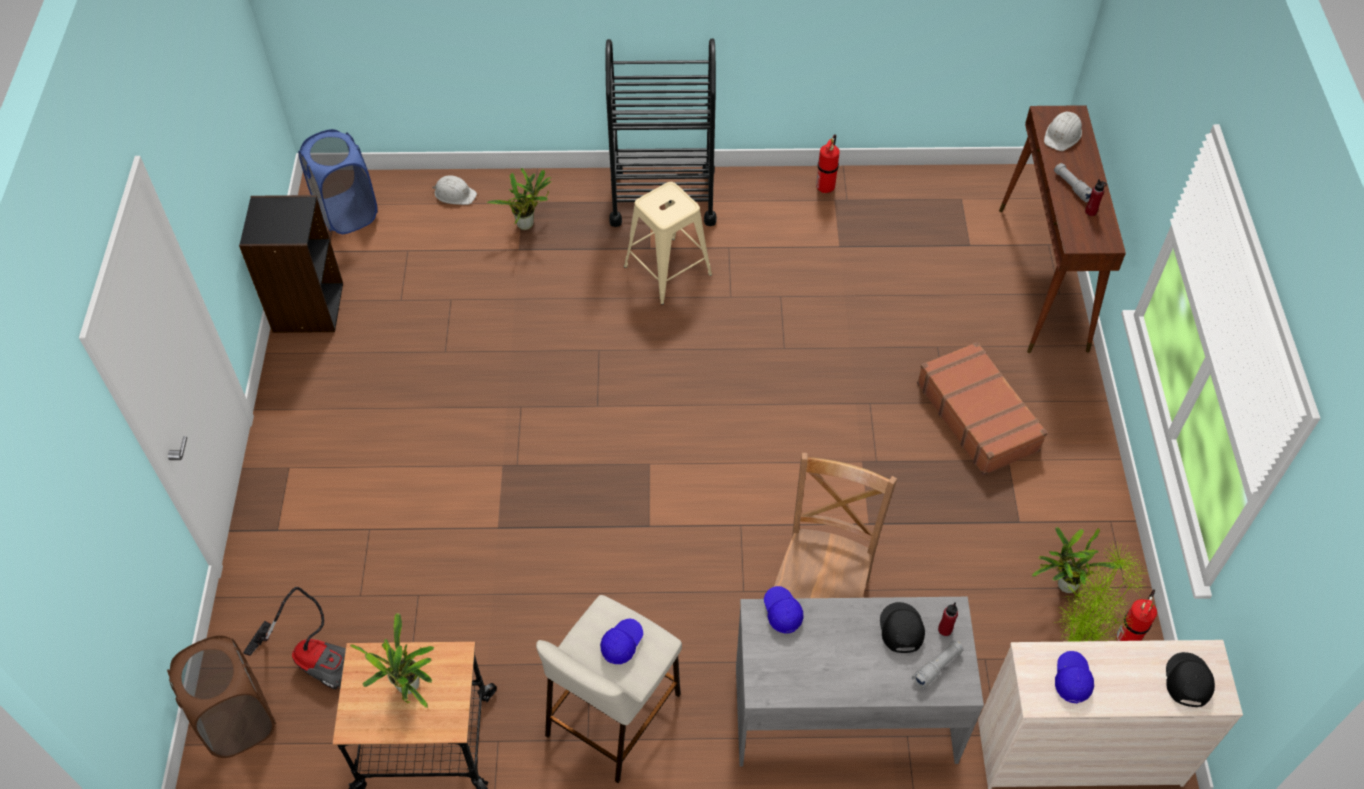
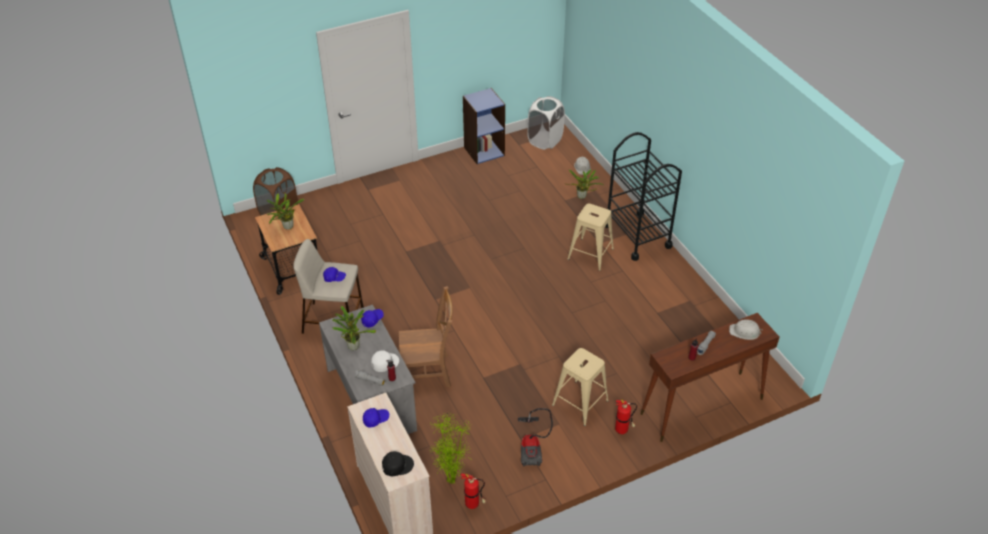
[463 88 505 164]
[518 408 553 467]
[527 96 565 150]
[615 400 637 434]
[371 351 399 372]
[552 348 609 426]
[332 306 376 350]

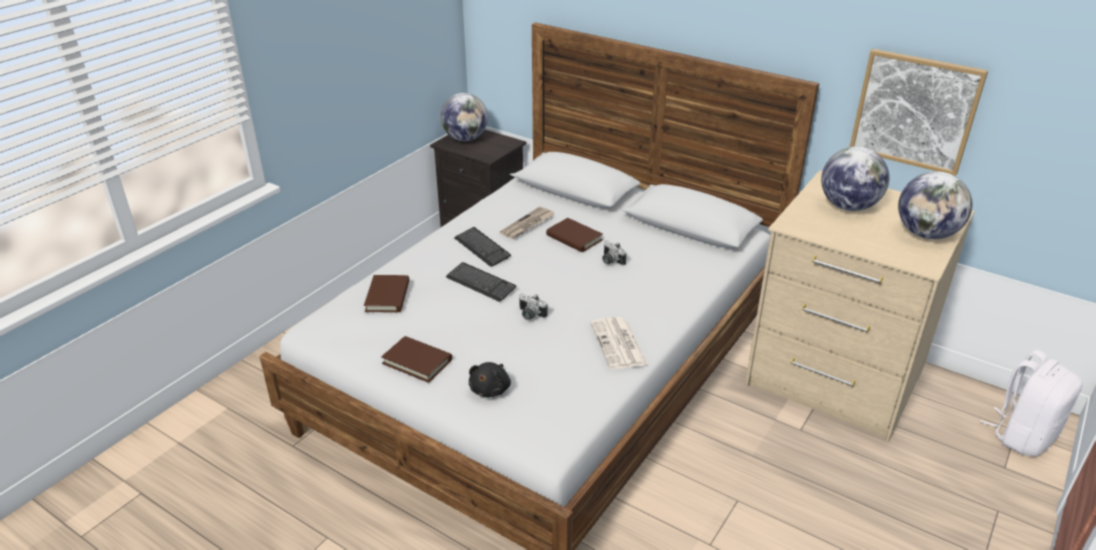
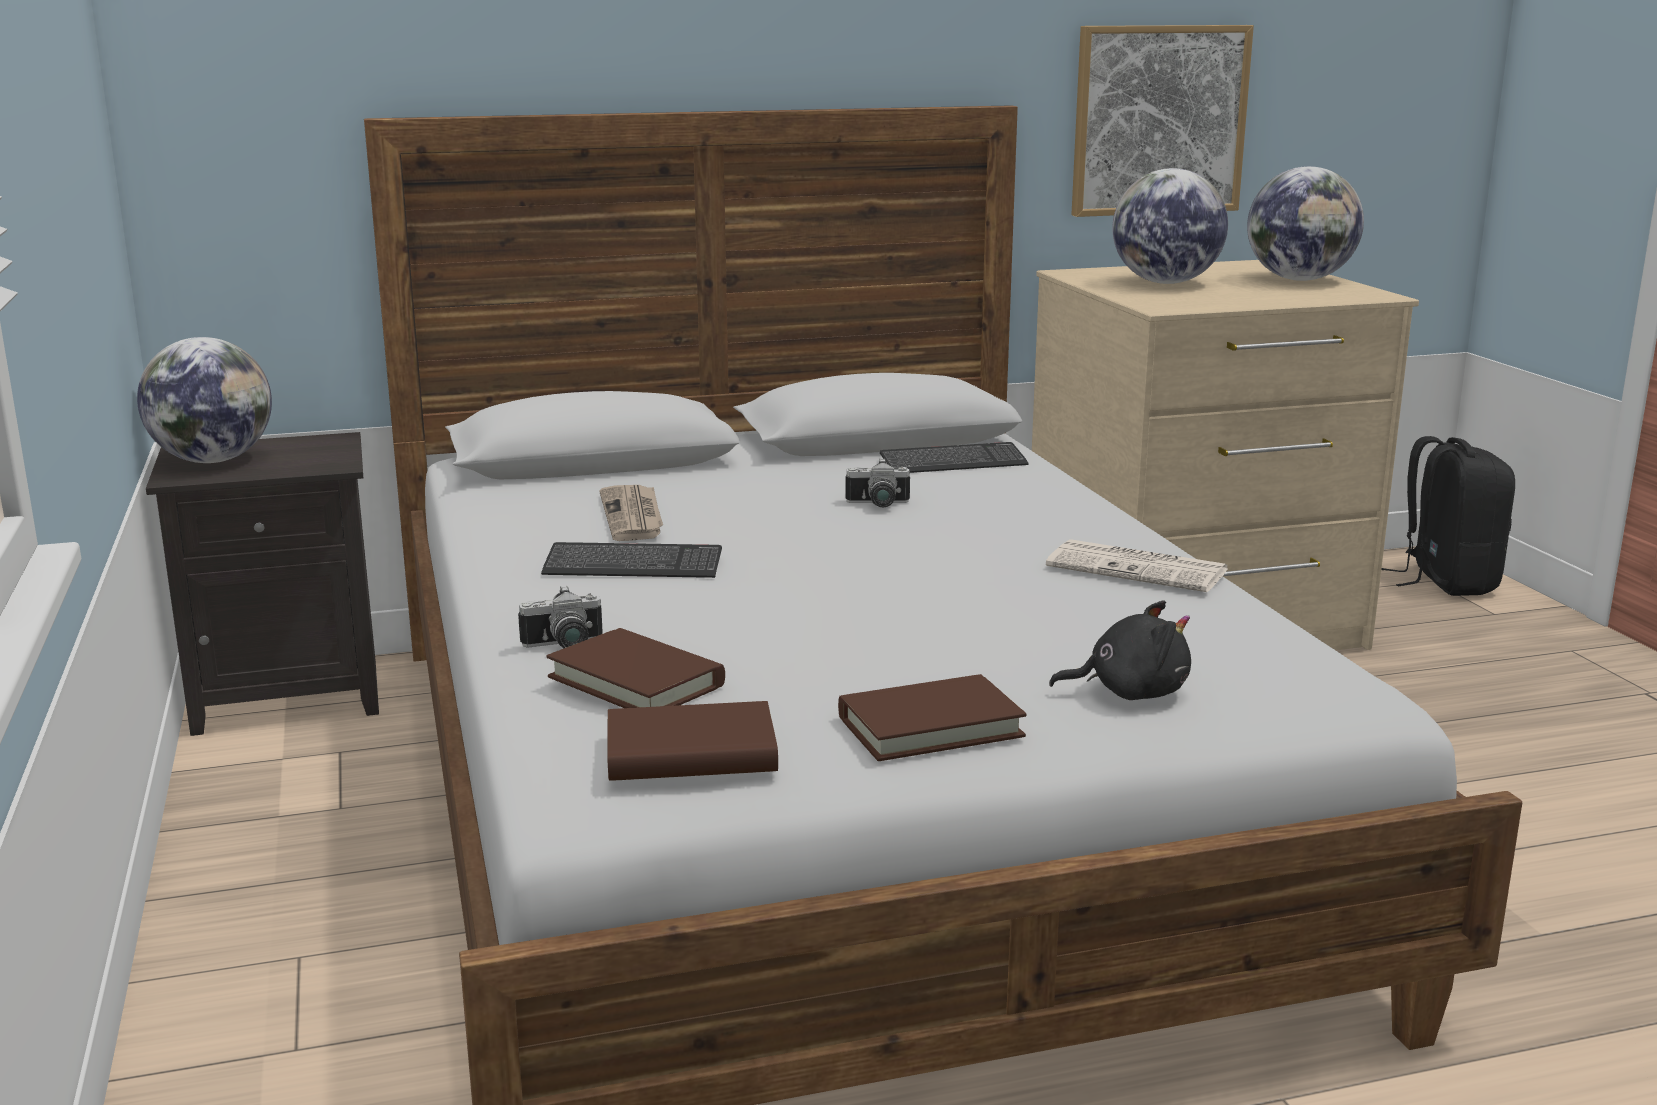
[880 442 1029 473]
[1049 601 1191 700]
[518 586 603 648]
[607 701 778 781]
[1381 436 1515 596]

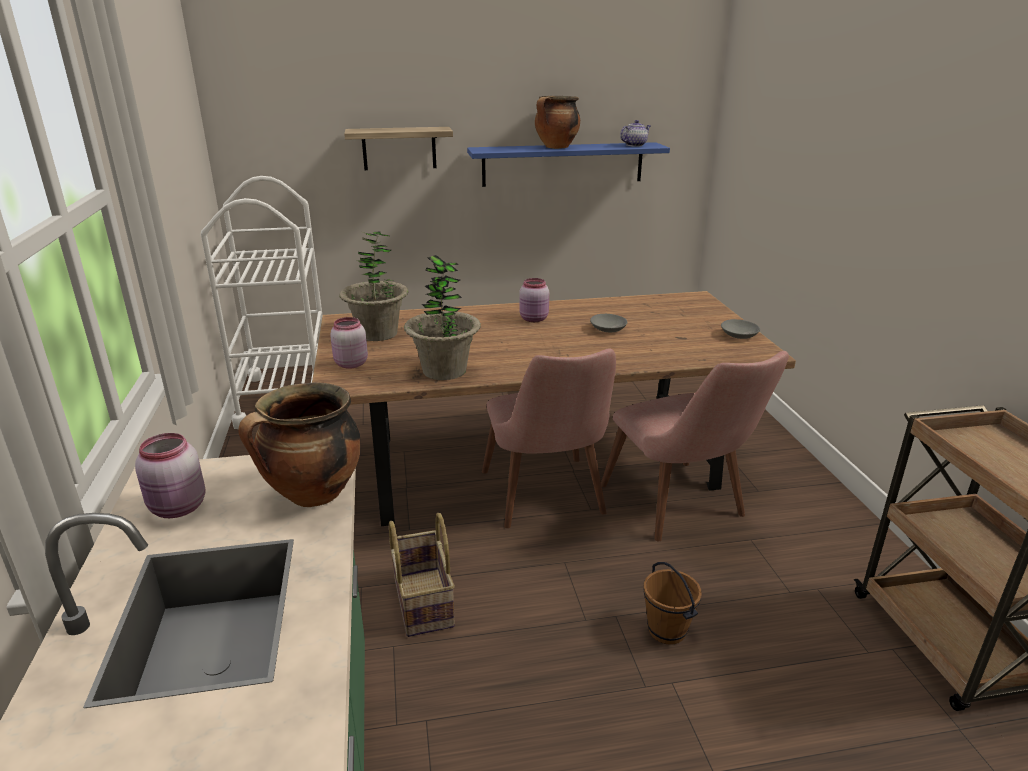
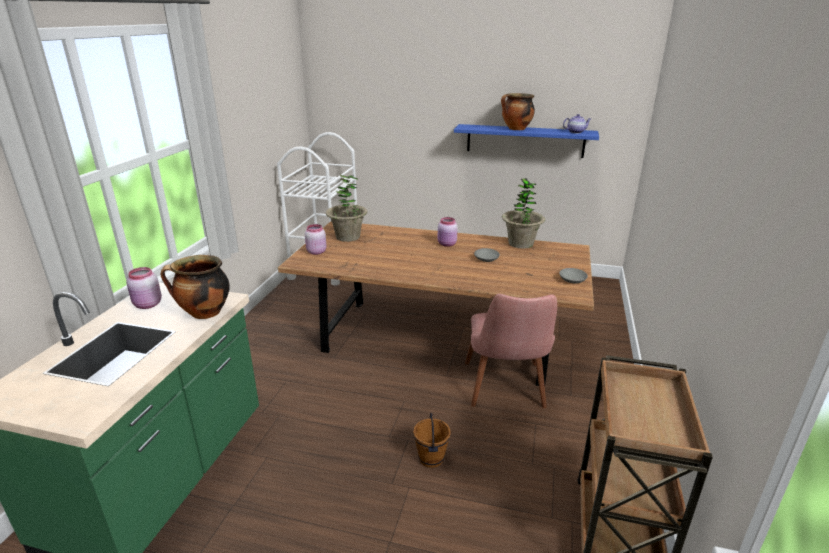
[344 127 453 170] (first image)
[389 513 455 637] (first image)
[502 178 545 248]
[482 348 616 528] (first image)

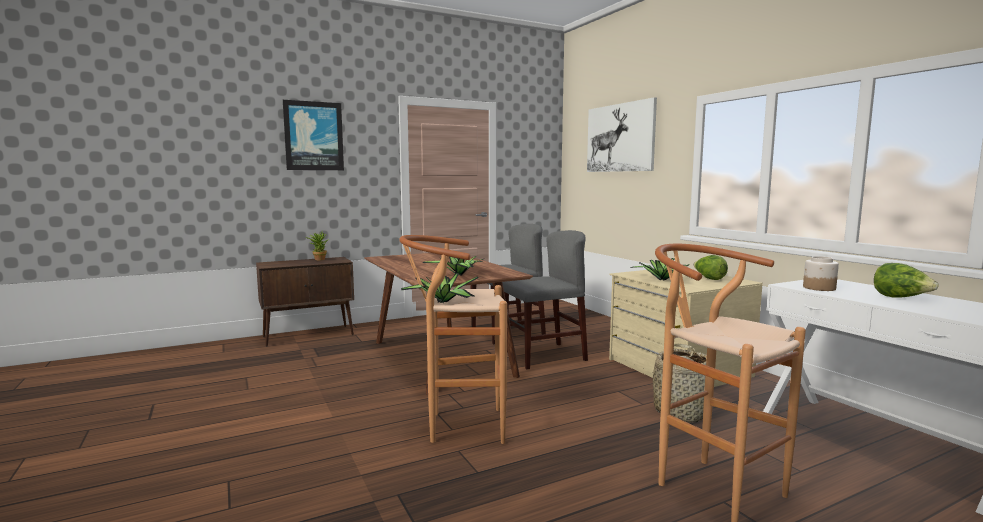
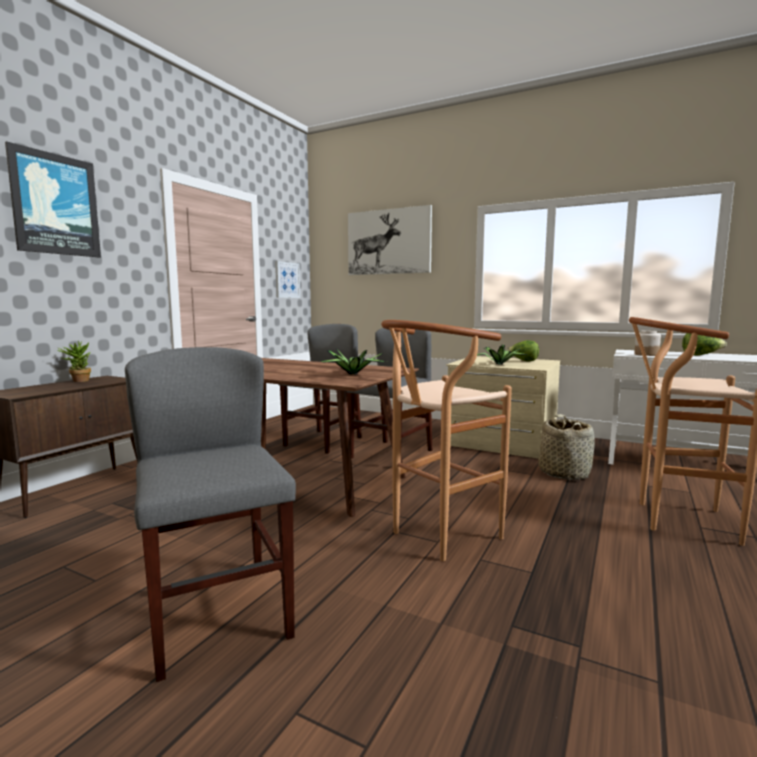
[401 273 479 304] (first image)
[125 347 296 682]
[275 261 300 298]

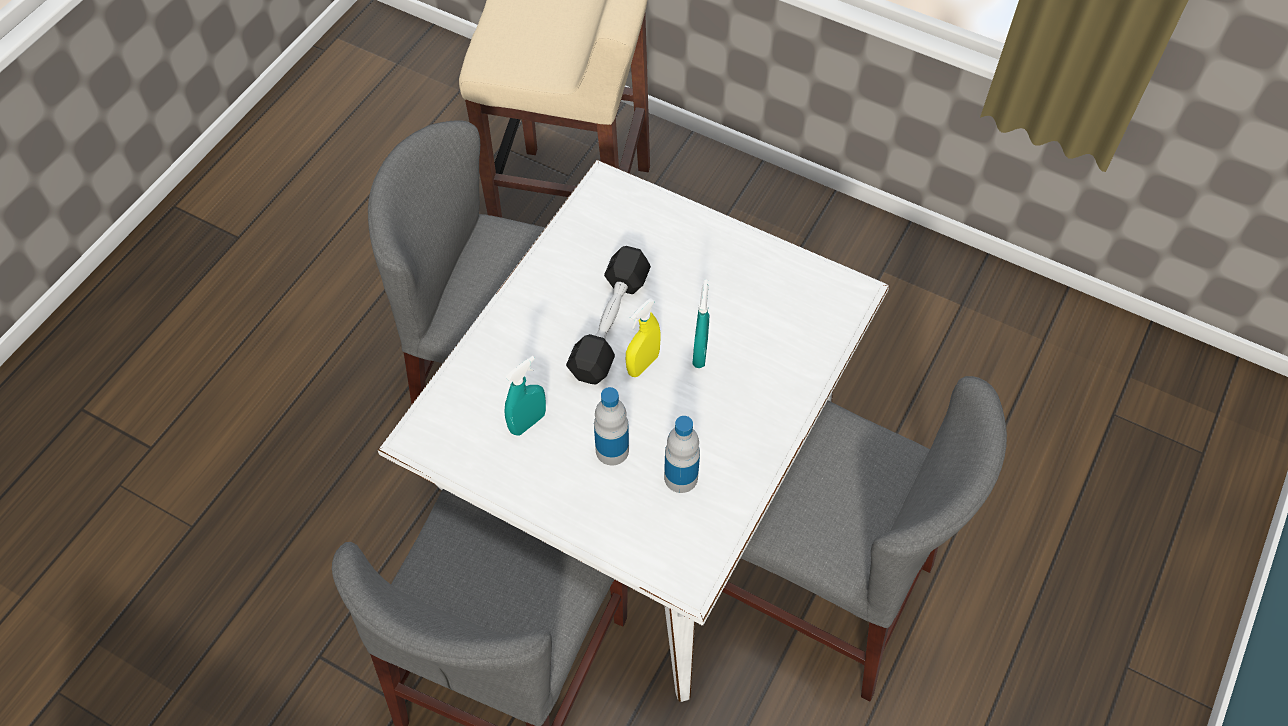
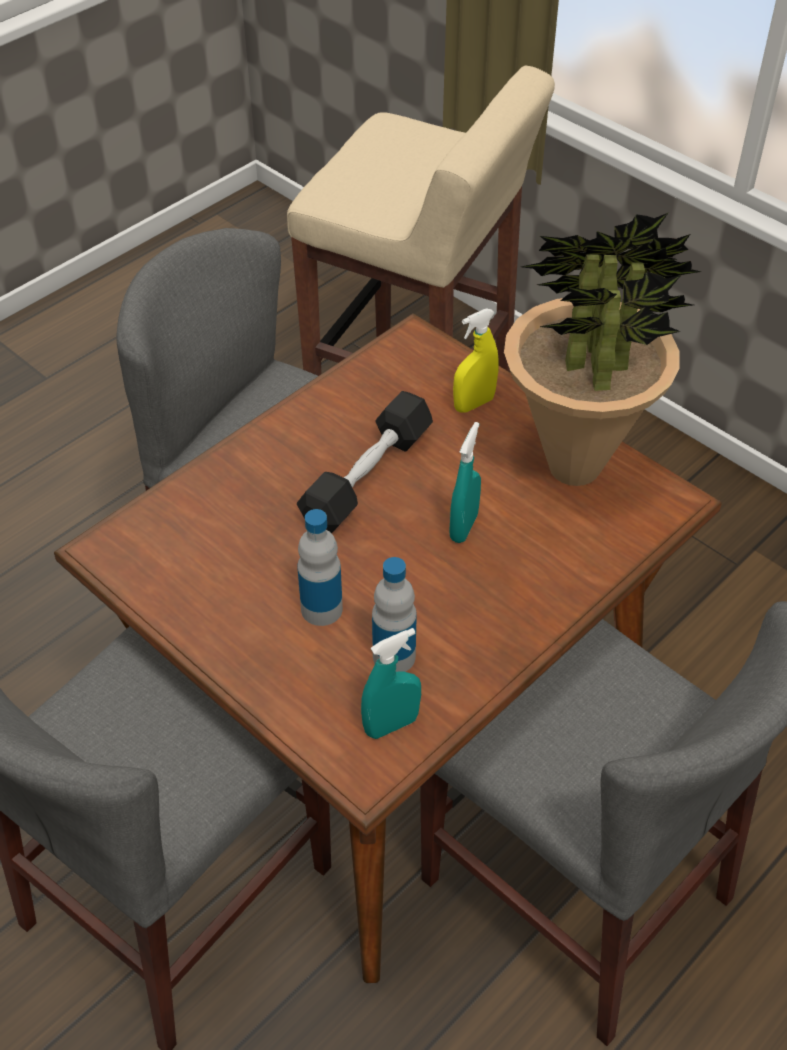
[54 313 722 983]
[361 628 421 739]
[453 308 498 413]
[504 212 701 486]

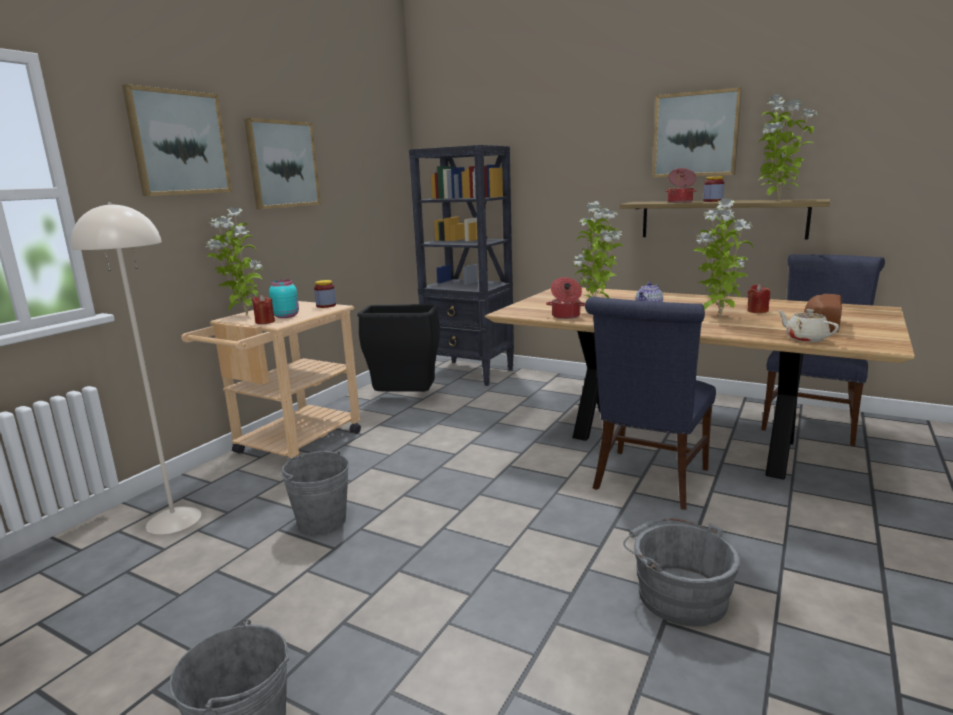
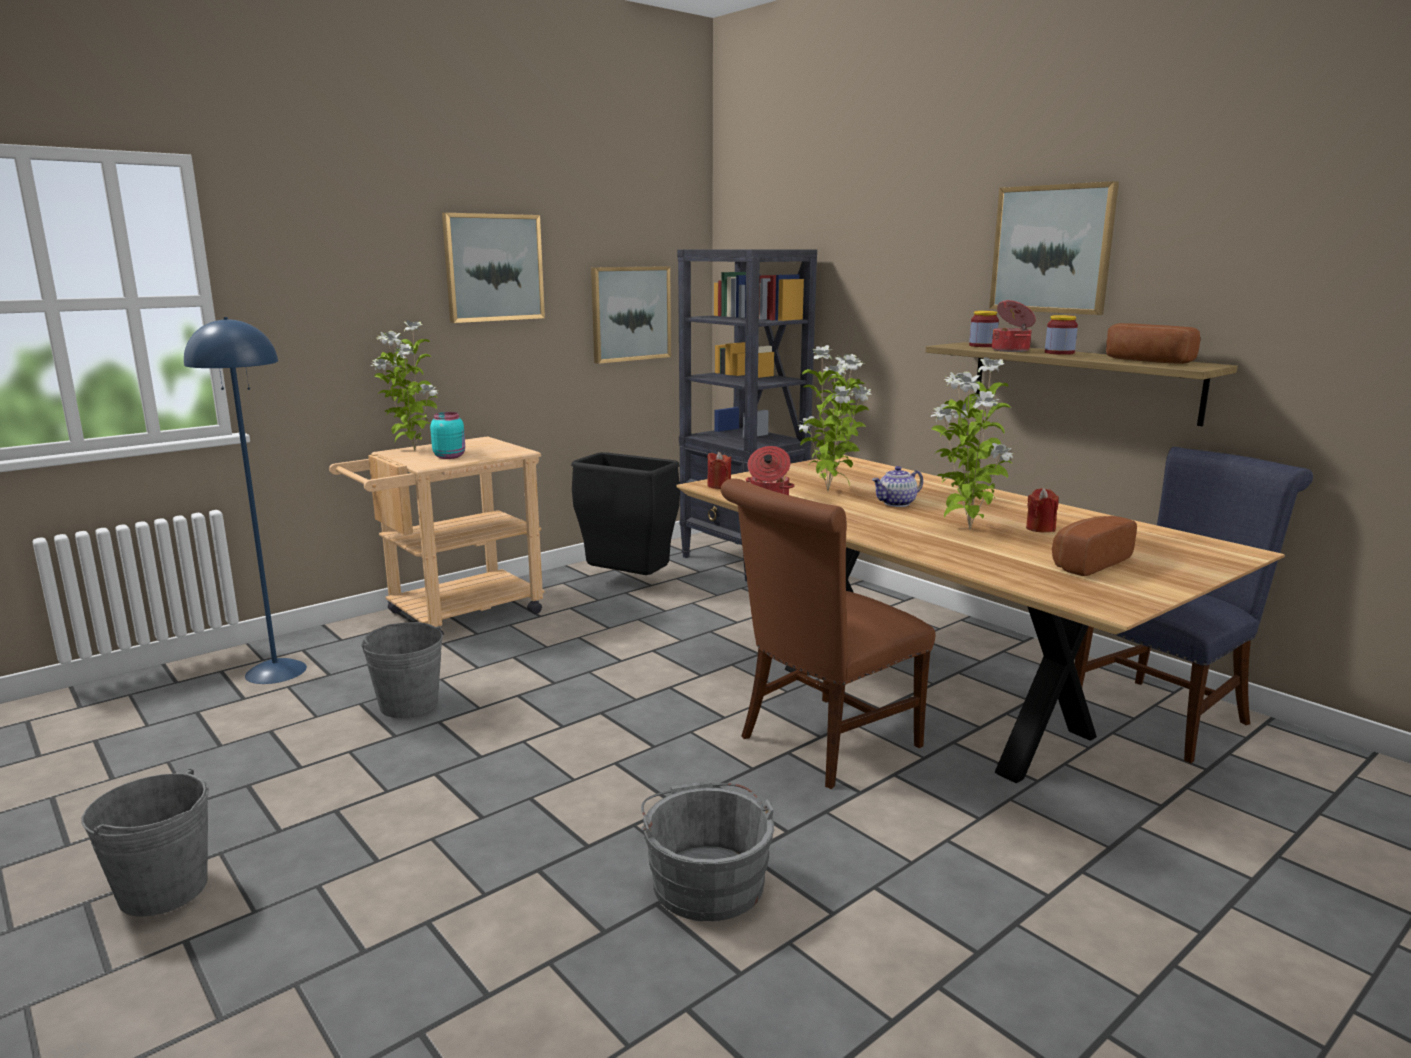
[184 317 307 684]
[591 266 671 364]
[707 451 731 489]
[969 311 999 347]
[721 478 935 789]
[1106 323 1200 364]
[778 309 839 342] (first image)

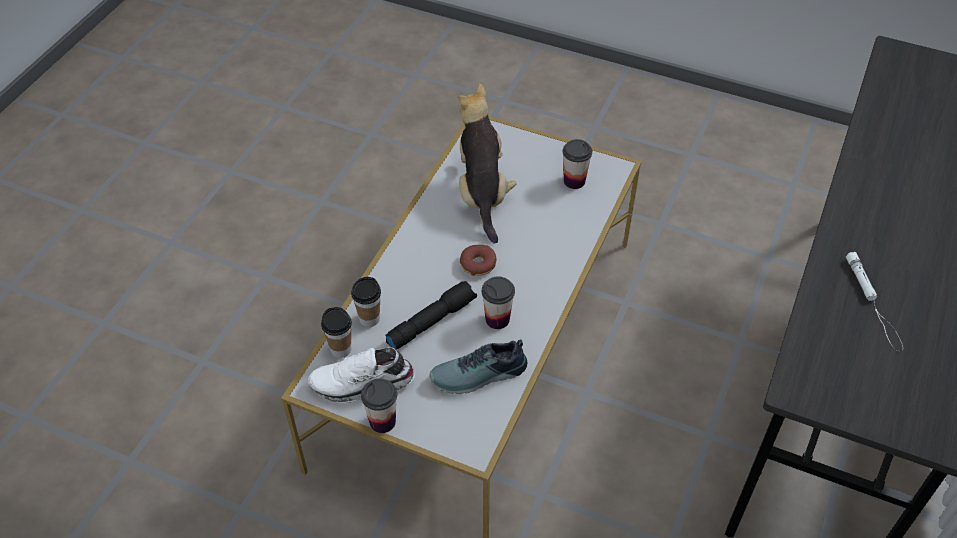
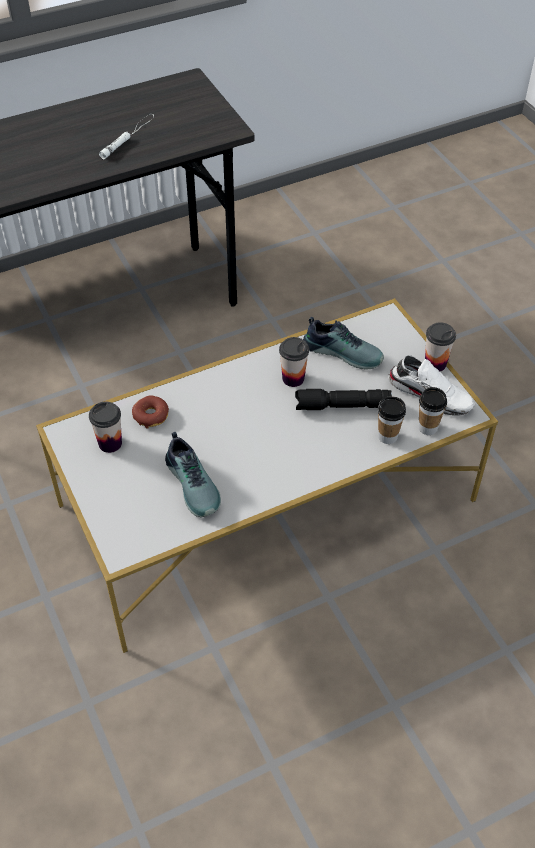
[165 432 221 517]
[132 396 169 428]

